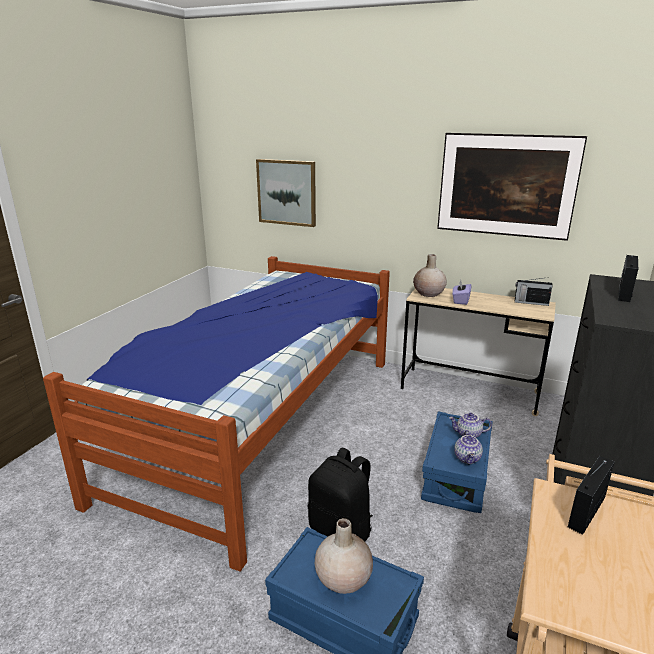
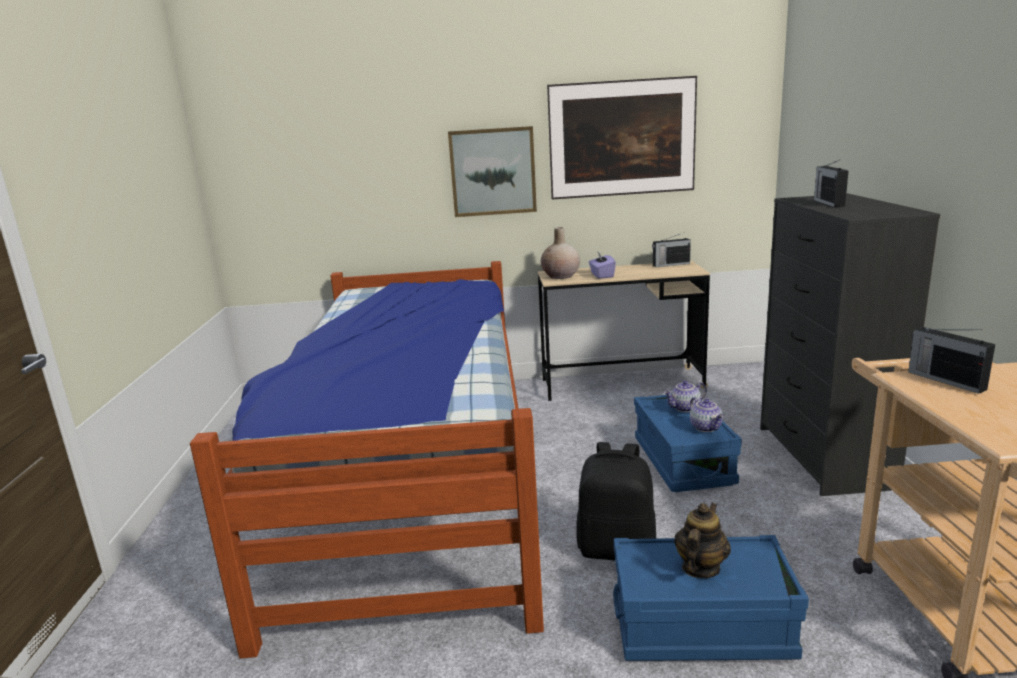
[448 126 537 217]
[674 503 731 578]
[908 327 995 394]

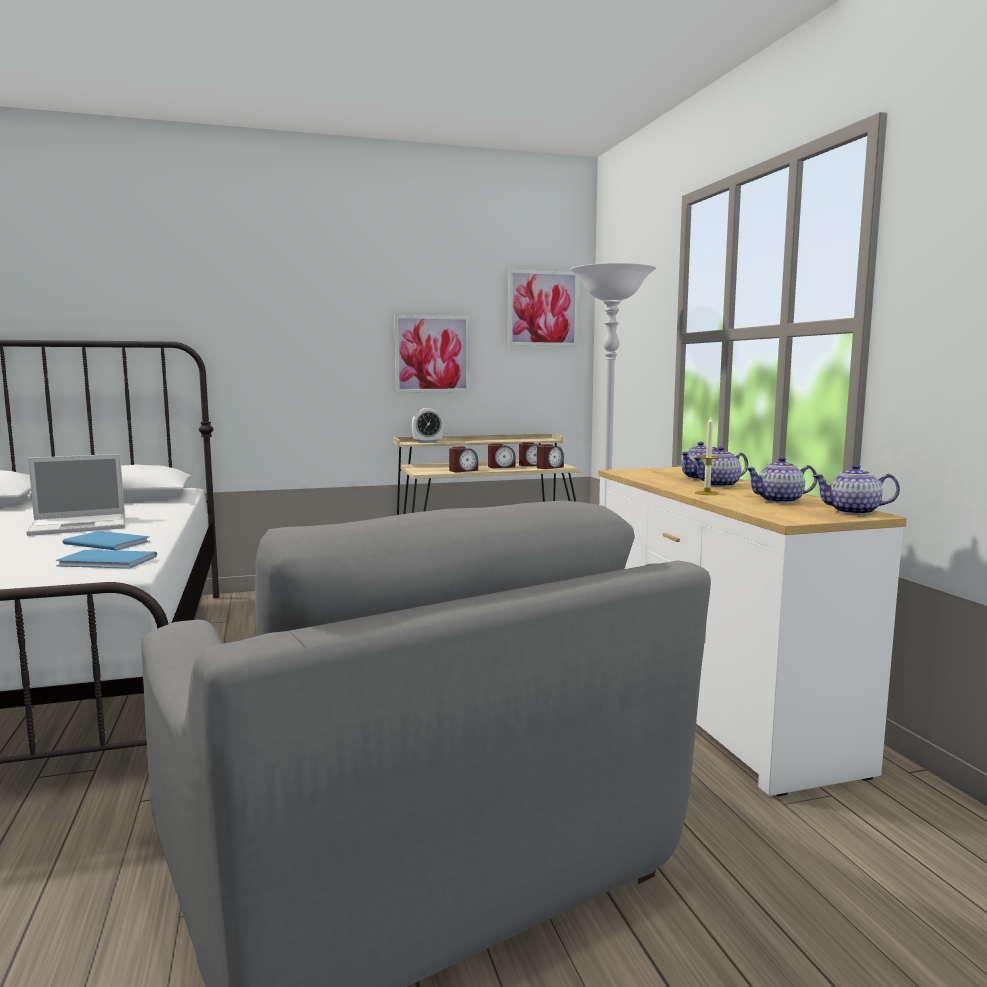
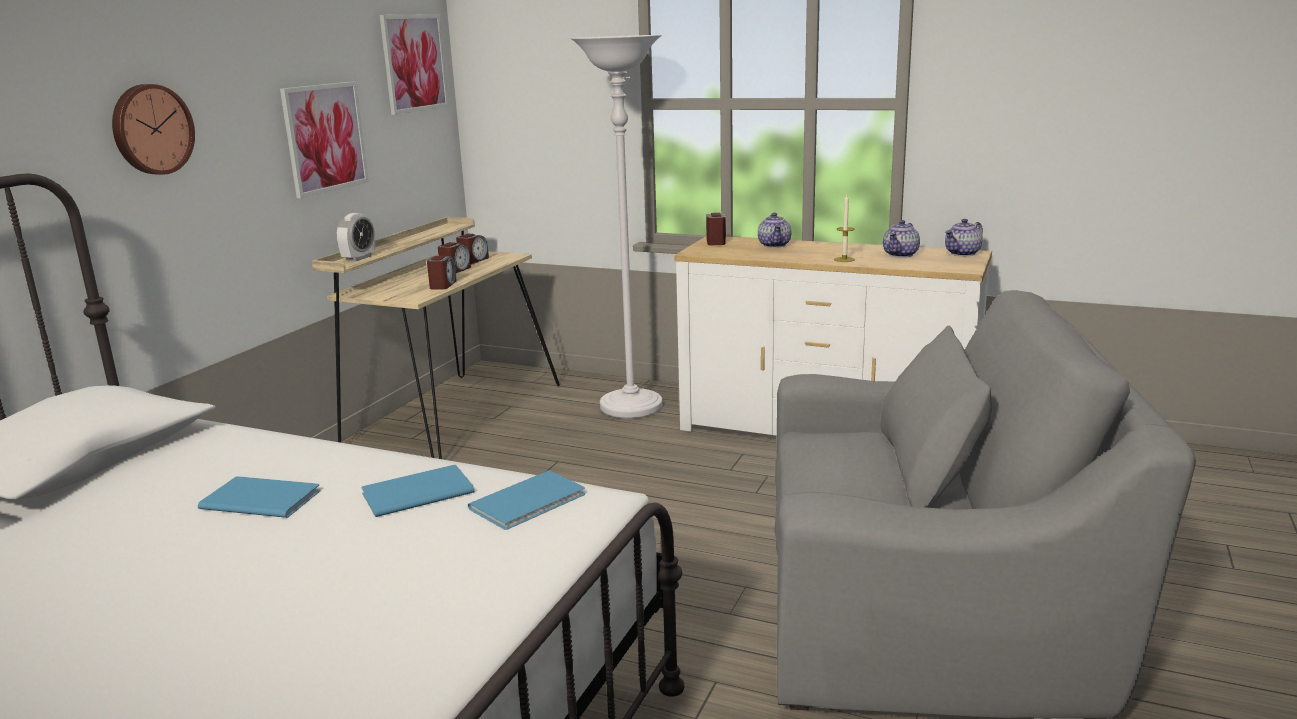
[198 476 320 518]
[706 213 726 245]
[693 446 748 487] (first image)
[112 84 195 175]

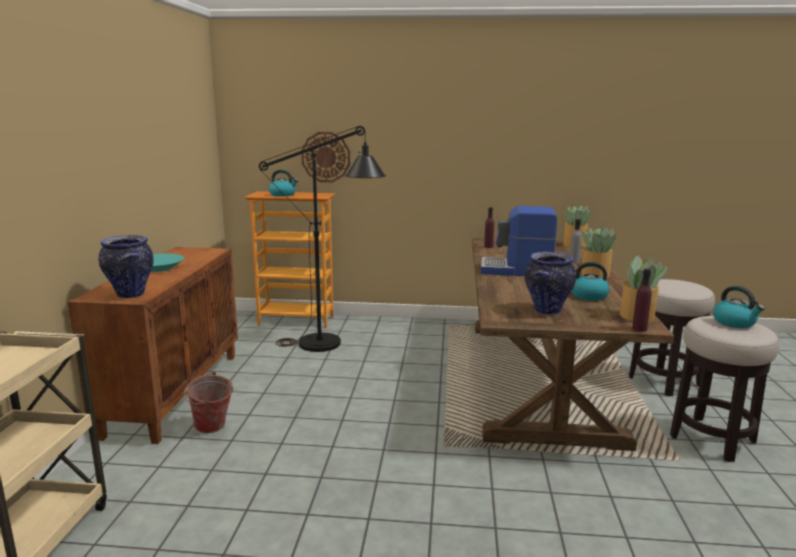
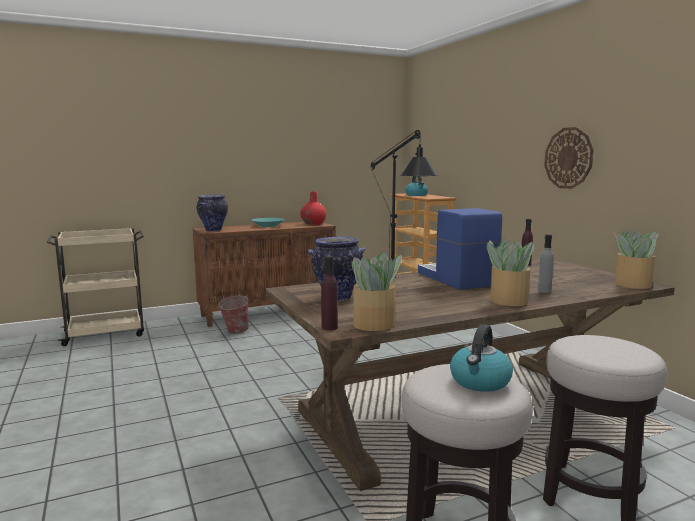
[544 127 594 189]
[572 262 610 301] (first image)
[300 191 327 225]

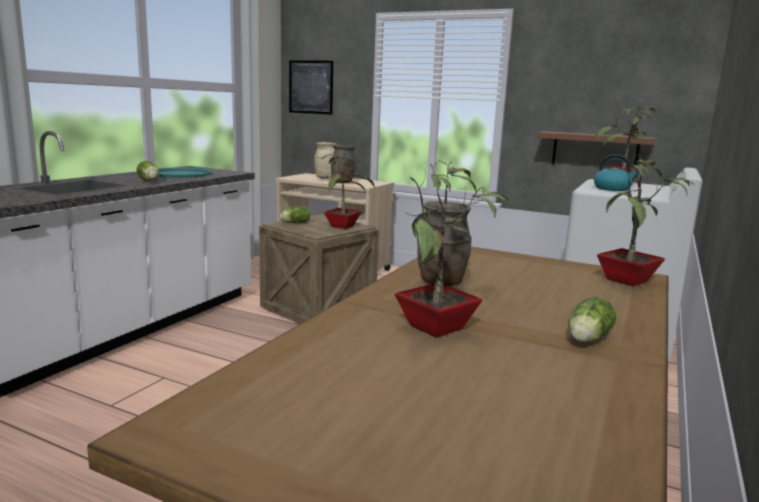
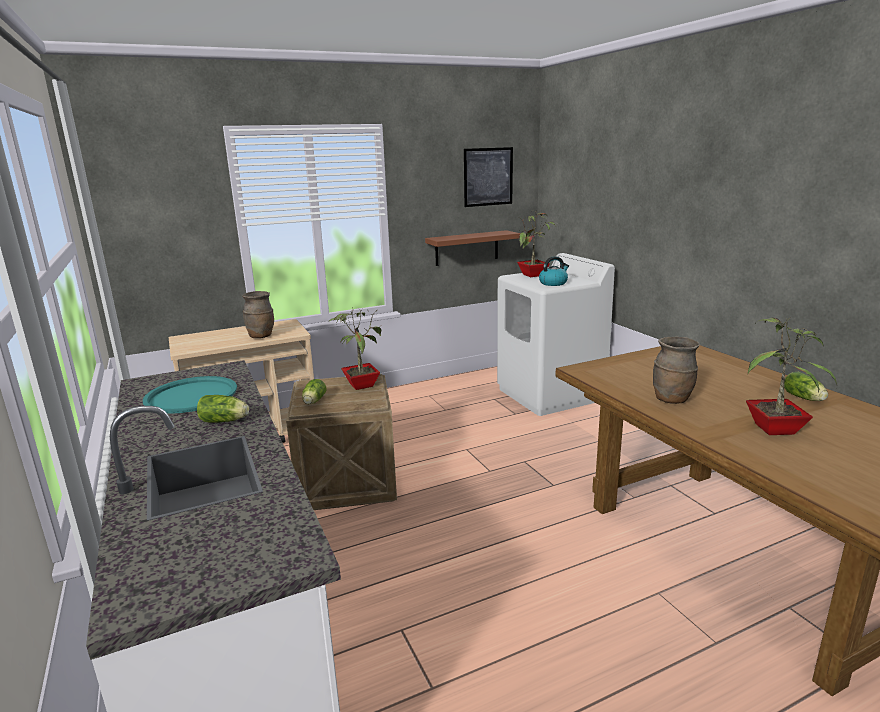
[464 147 513 207]
[314 142 337 179] (first image)
[597 154 695 286] (first image)

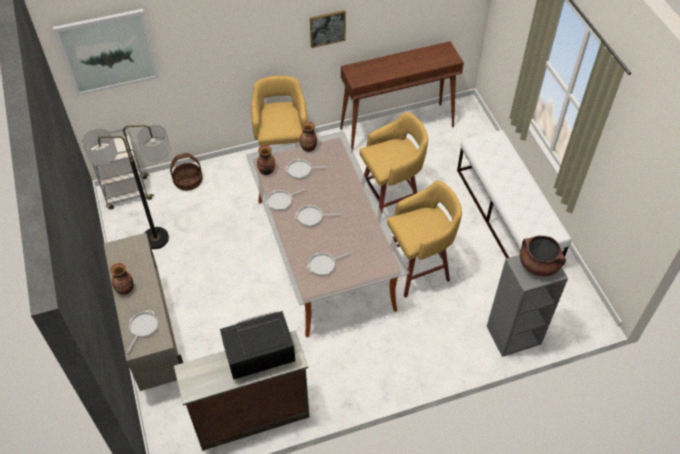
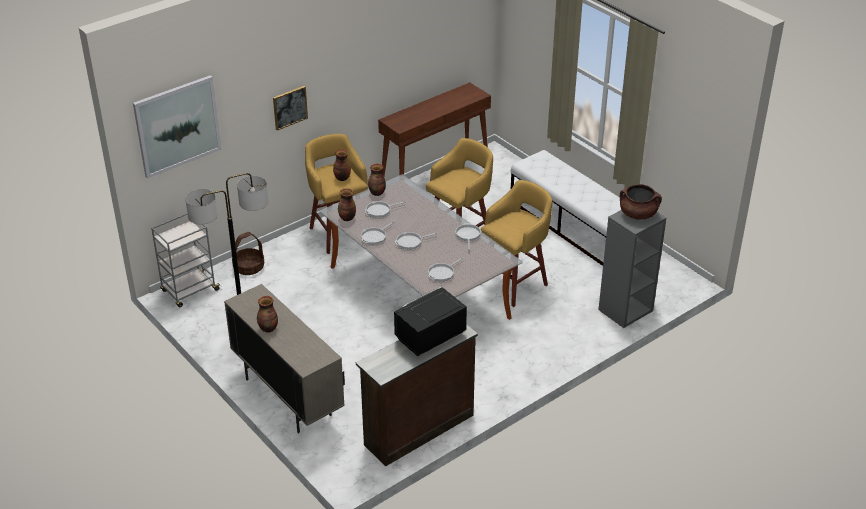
[455 223 482 251]
[273 86 308 131]
[333 149 351 181]

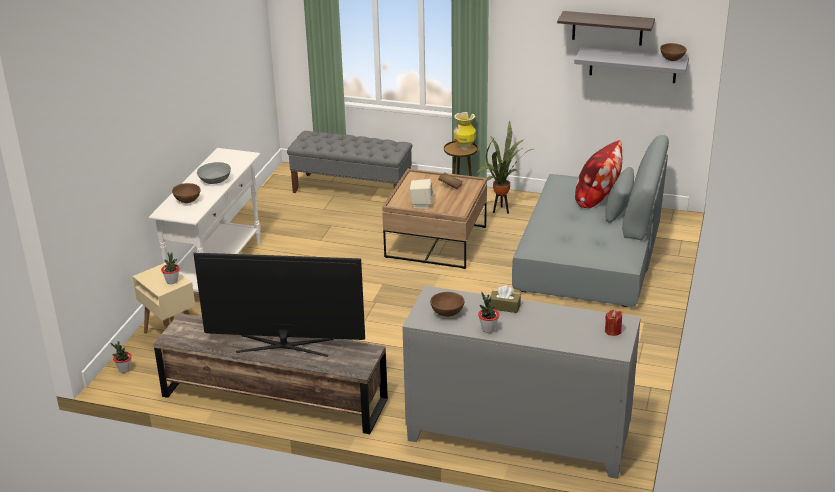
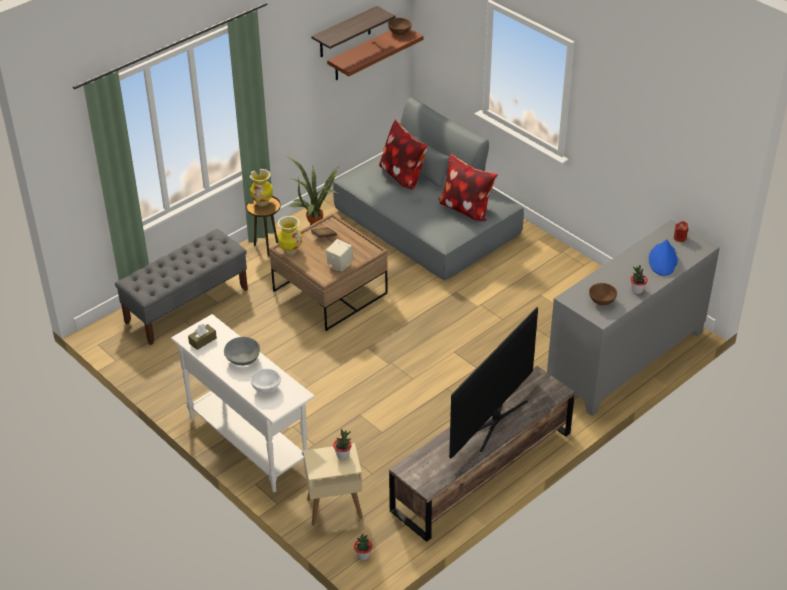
[250 369 281 393]
[188 324 217 350]
[327 29 423 80]
[278 216 302 255]
[438 154 498 221]
[649 239 678 276]

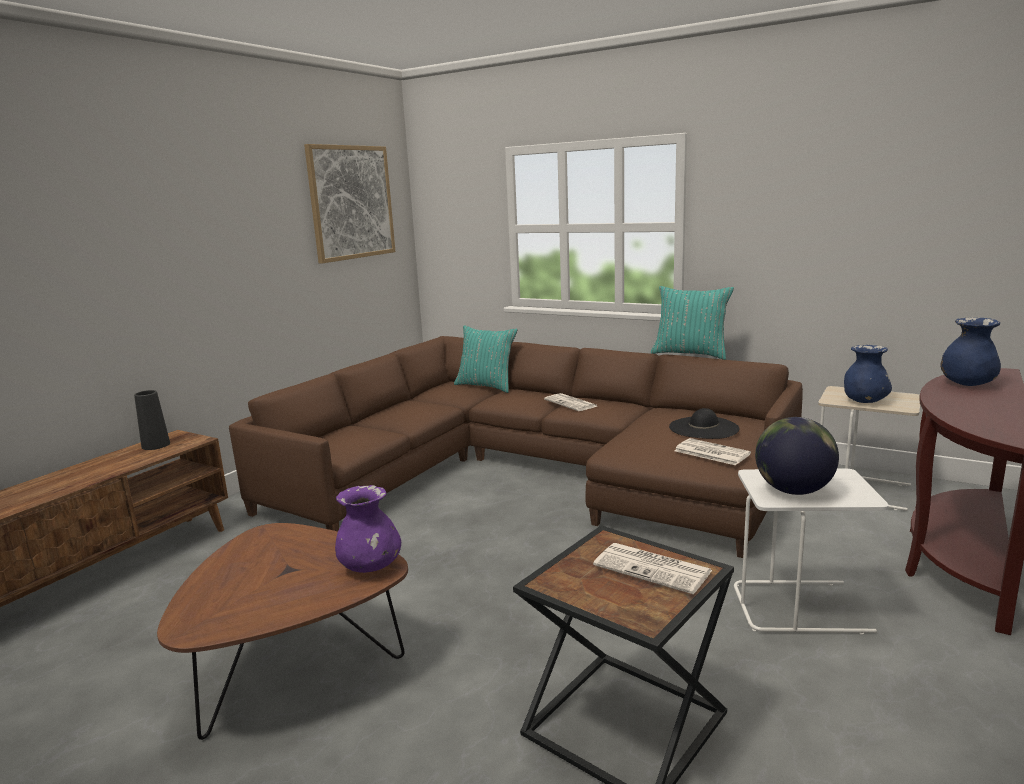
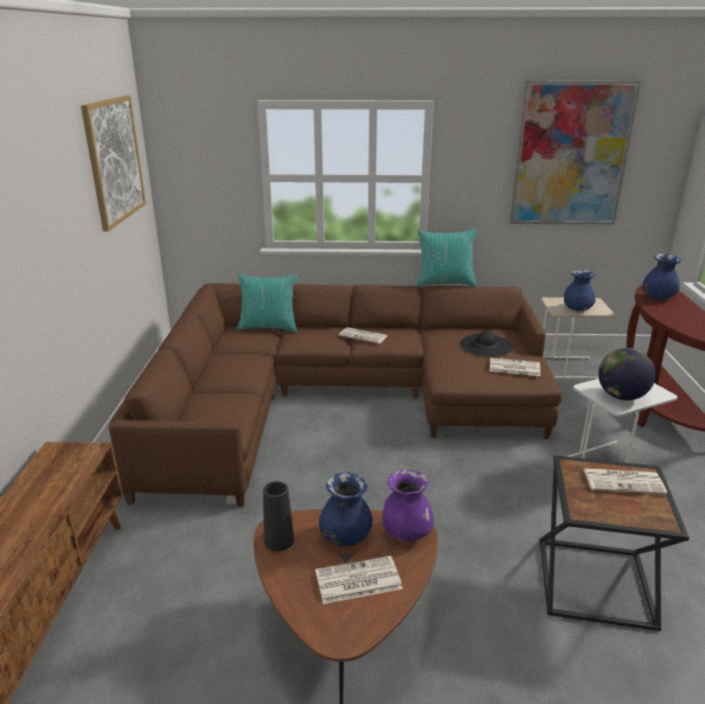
[263 481 294 551]
[315 556 403 604]
[319 472 373 546]
[510 80 641 224]

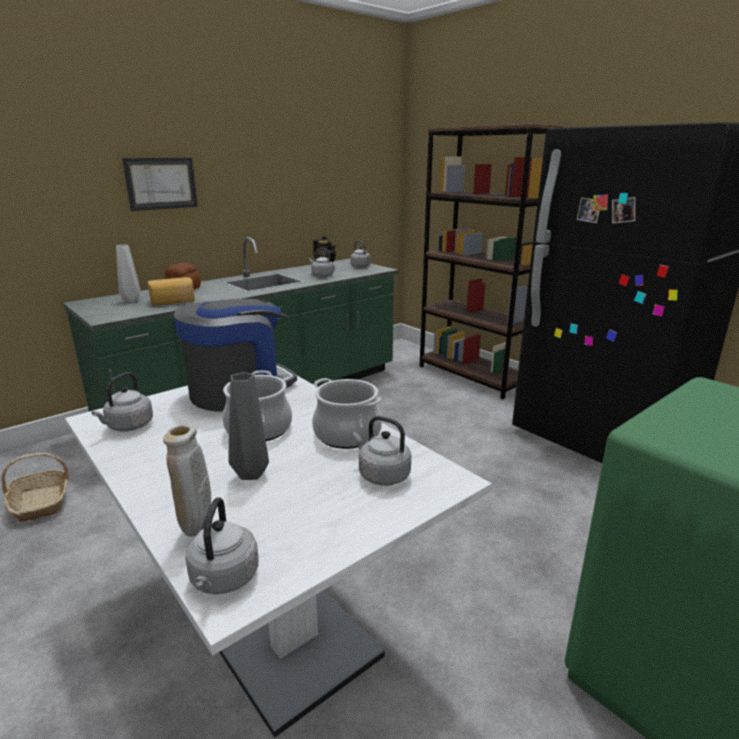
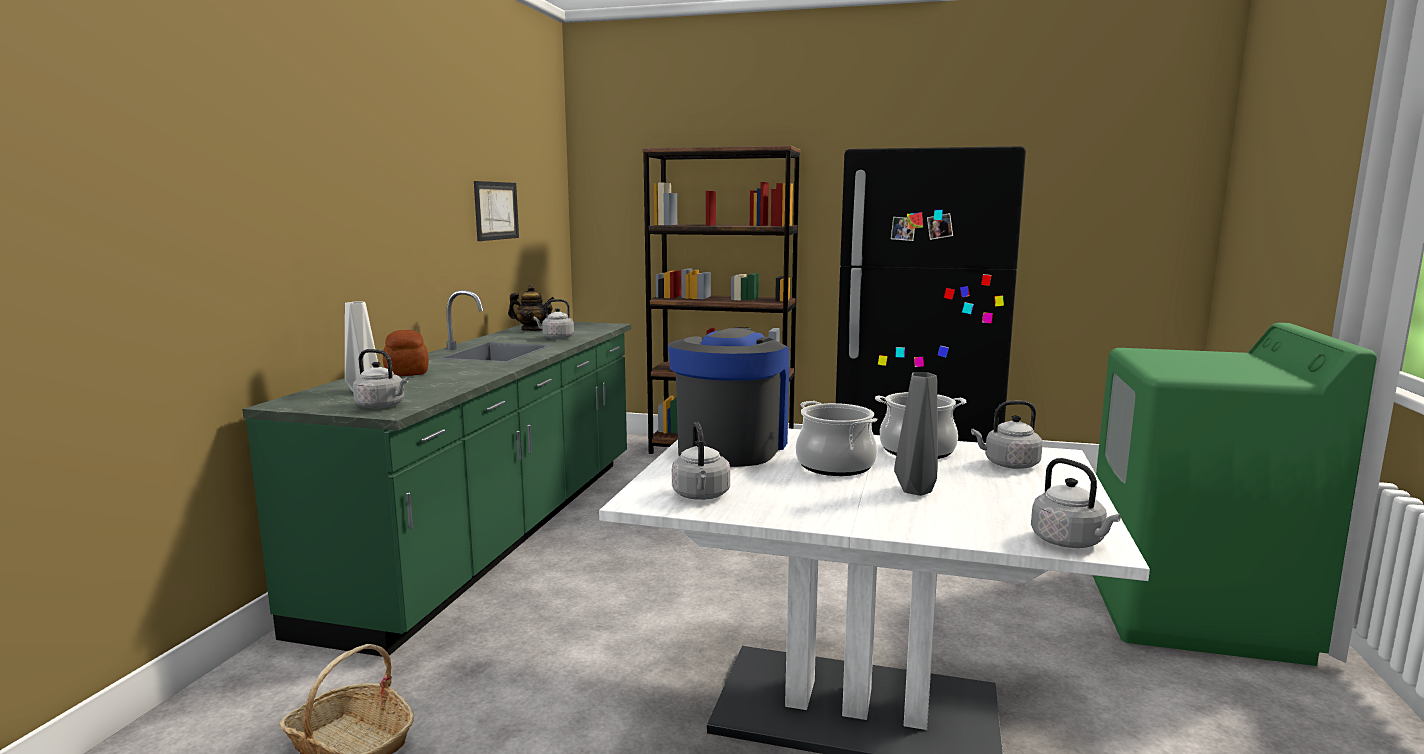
[474 181 519 241]
[148 277 195 306] (first image)
[163 424 211 537] (first image)
[353 349 409 409]

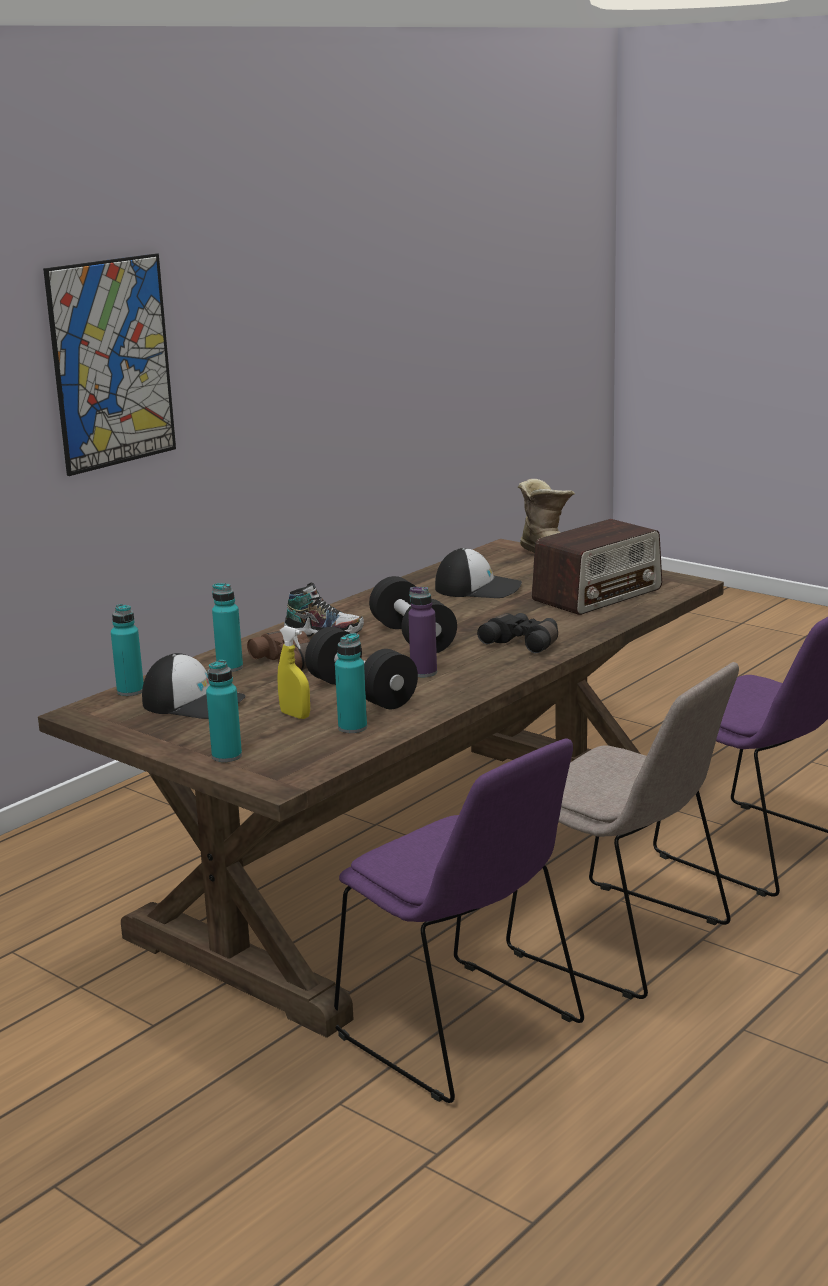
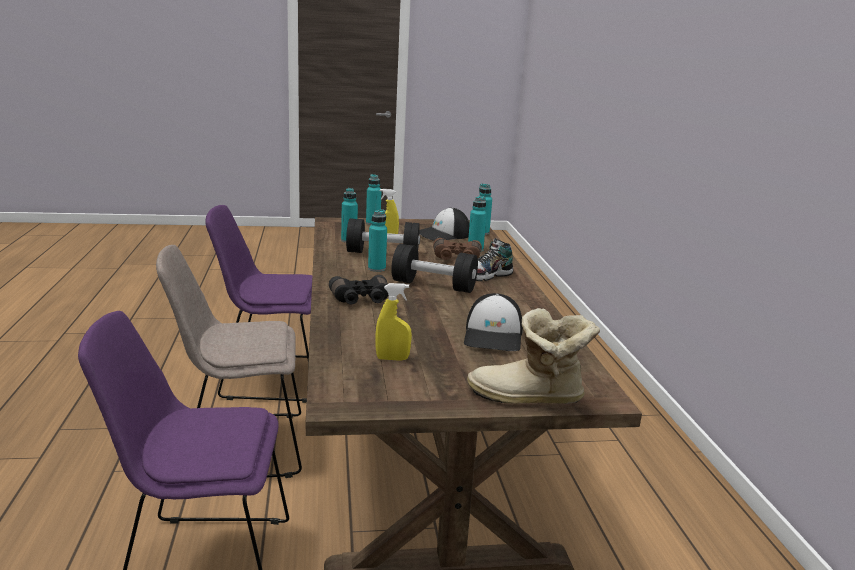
[43 253 176 476] (first image)
[368 210 387 272]
[464 293 523 351]
[375 283 412 361]

